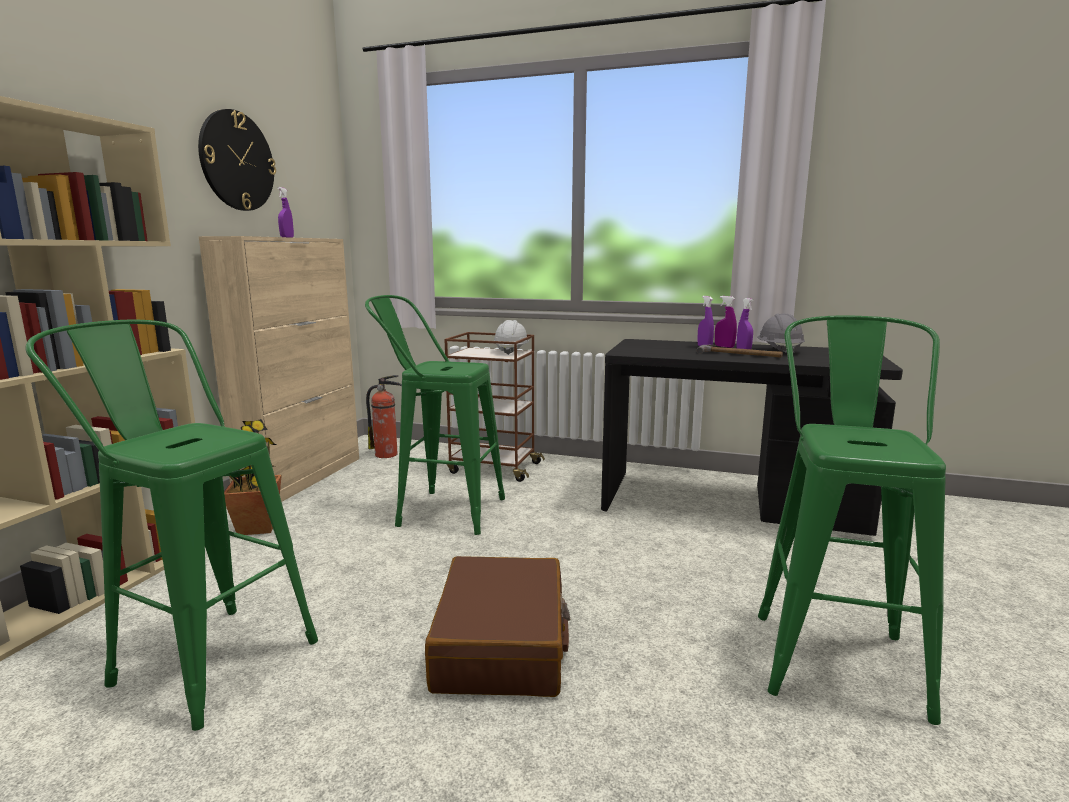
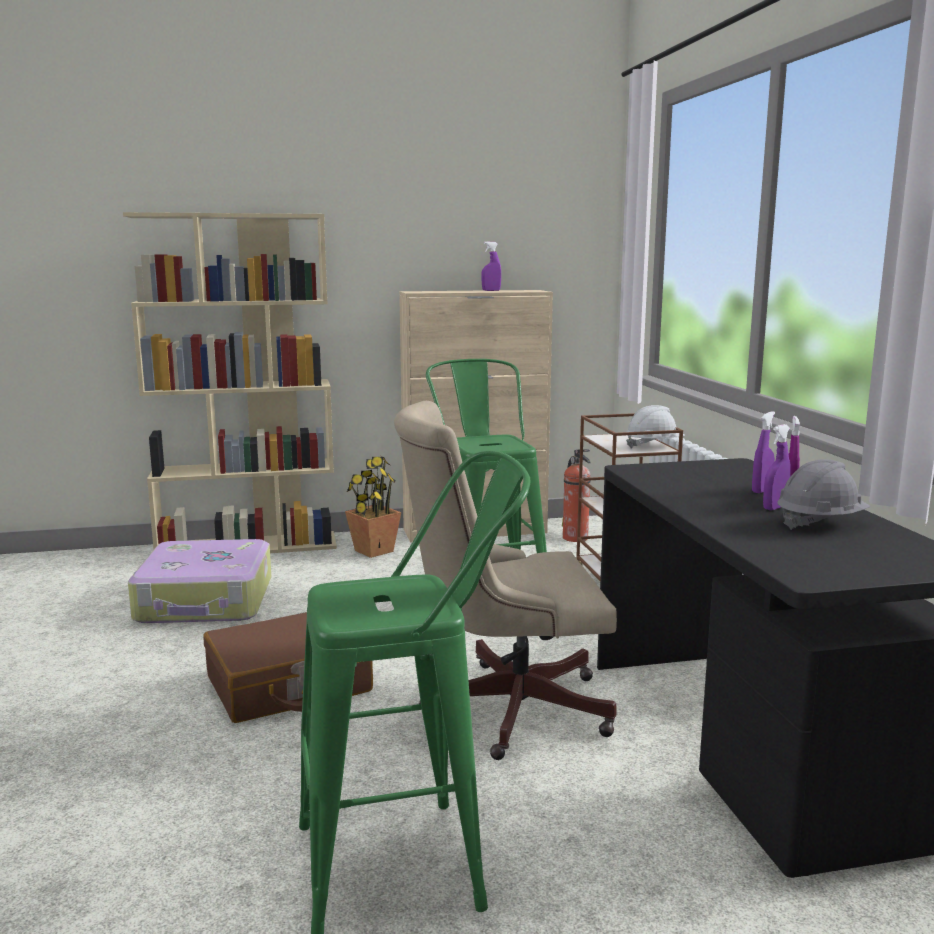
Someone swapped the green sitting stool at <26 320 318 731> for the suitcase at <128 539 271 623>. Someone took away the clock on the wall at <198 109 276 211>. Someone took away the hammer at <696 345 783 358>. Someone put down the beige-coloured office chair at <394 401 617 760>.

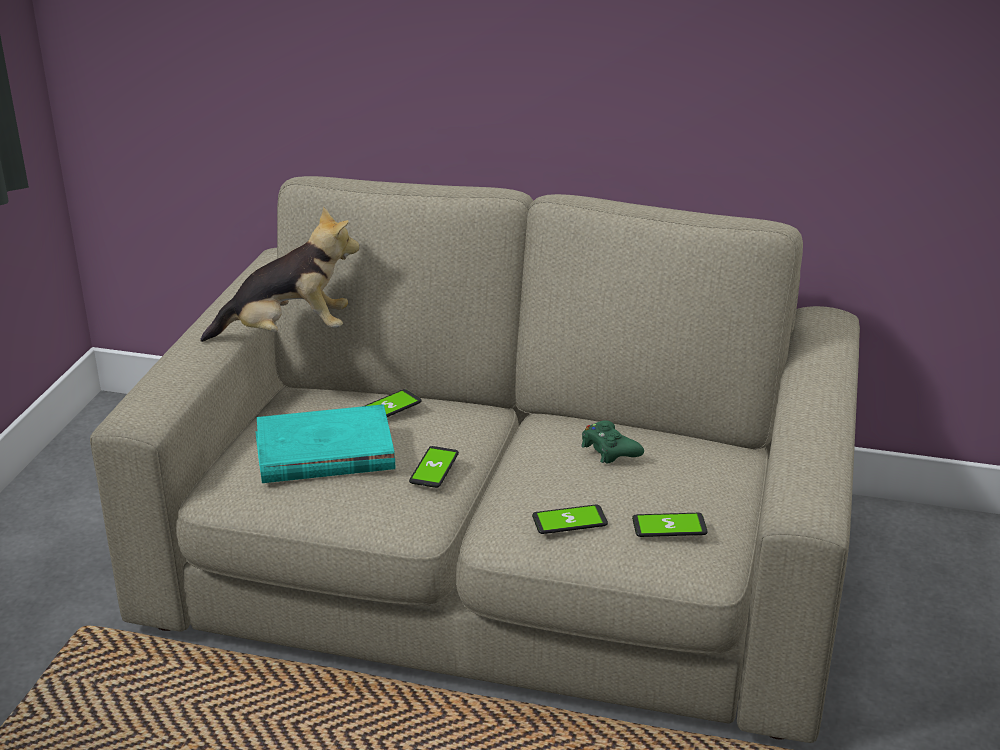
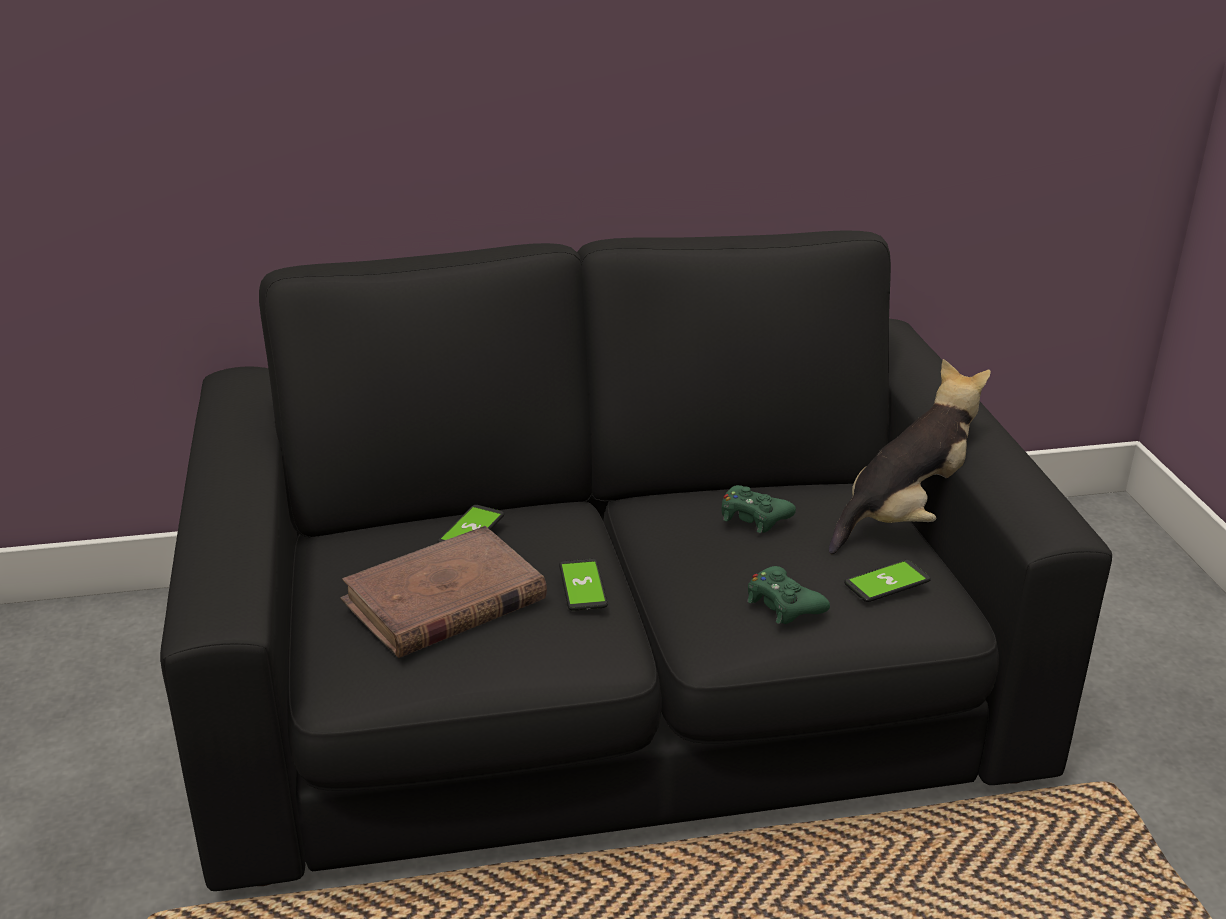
Someone repainted the beige-coloured settee at <90 176 860 743>, which became the black-coloured settee at <160 231 1112 891>. Someone carried the plush toy from <200 206 359 342> to <829 359 991 554>. Someone repainted the blue-green bound book at <255 404 395 483>, which became the brown bound book at <340 526 547 658>. Someone swapped the phone at <532 504 608 534> for the green joypad at <747 566 830 624>.

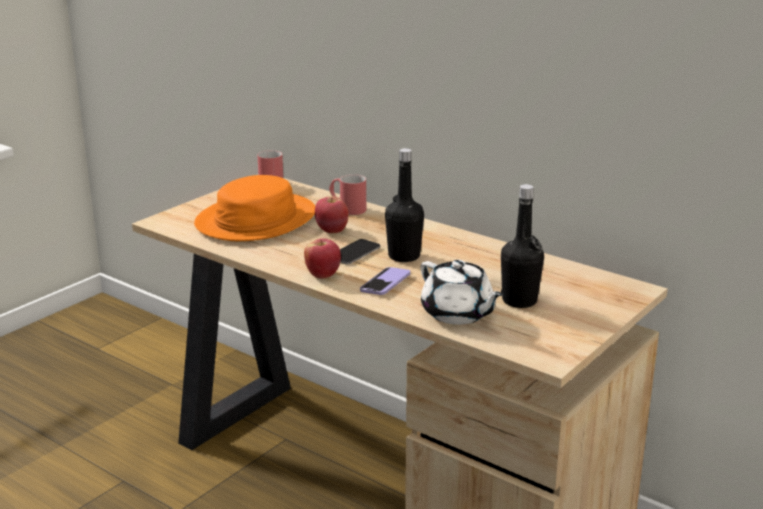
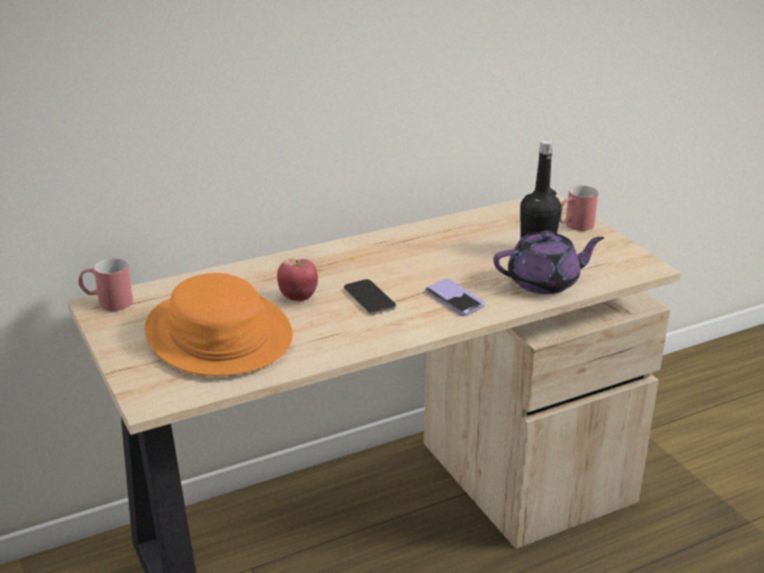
Someone took away the apple at <304 238 341 279>. Someone carried the reddish mug from <329 174 366 215> to <560 185 598 231>. Someone took away the black-coloured drink bottle at <385 148 424 262>. Someone repainted the whitish tea pot at <421 260 504 325>, which became the purple-coloured tea pot at <493 231 604 294>.

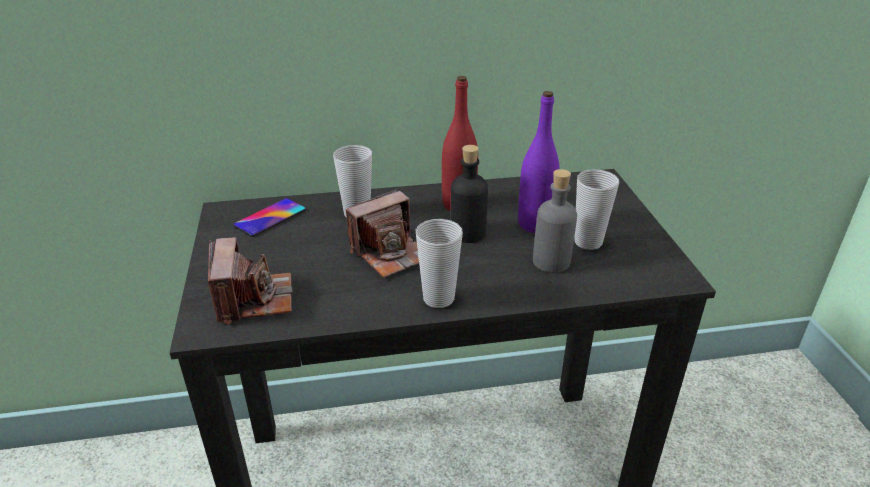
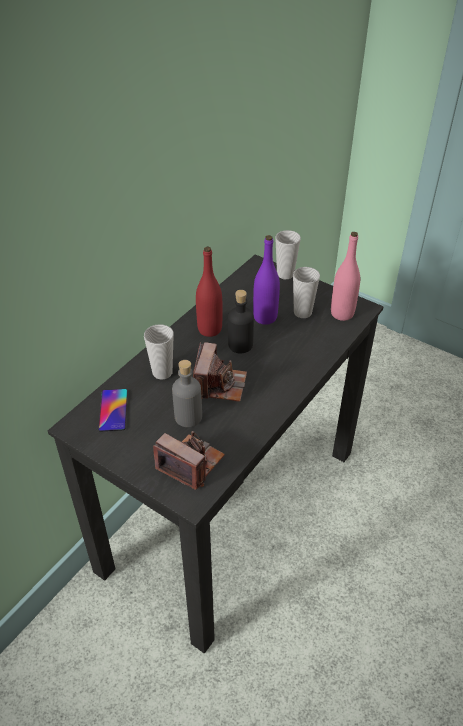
Someone carried the small cup from <416 219 463 308> to <275 230 301 279>. Someone carried the greyish drink bottle from <533 169 577 273> to <172 360 202 427>. Someone put down the pink drink bottle at <331 232 360 321>.

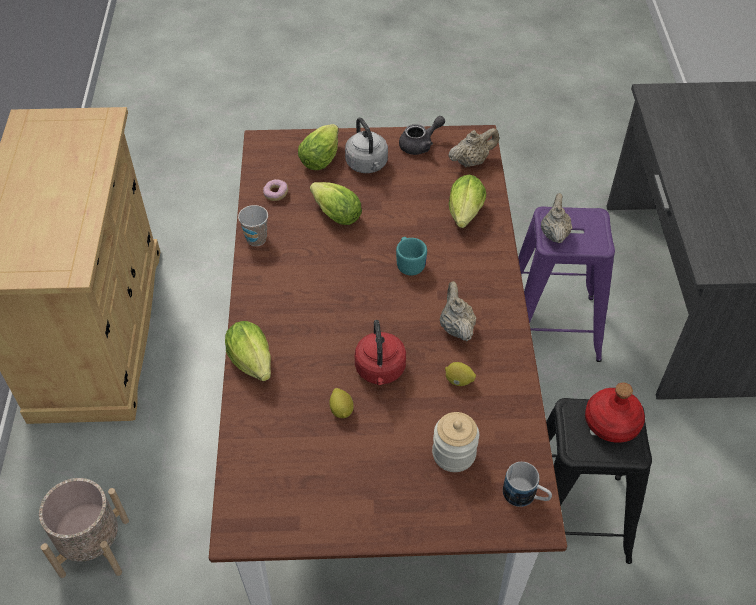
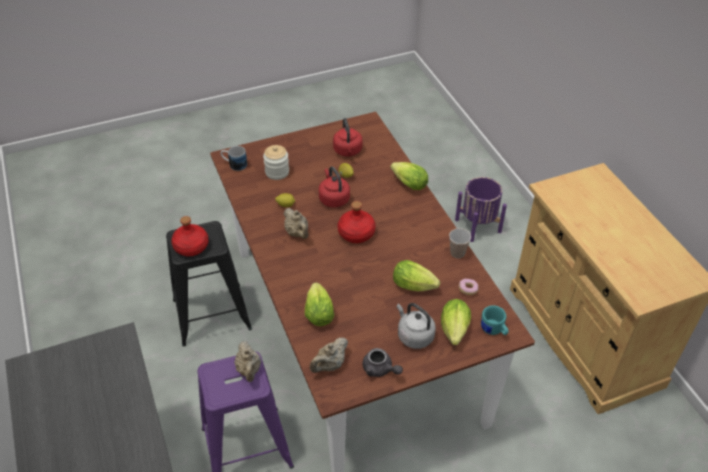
Someone repainted the beige-coloured plant pot at <39 478 129 578>, which became the purple-coloured plant pot at <455 177 507 242>. Someone carried the blue-green mug from <396 237 427 276> to <481 305 509 335>. Someone rotated the greyish tea pot at <399 116 445 155> by 90 degrees counterclockwise. Someone put down the reddish kettle at <333 118 362 157>. Someone put down the reddish drink bottle at <337 201 376 243>.

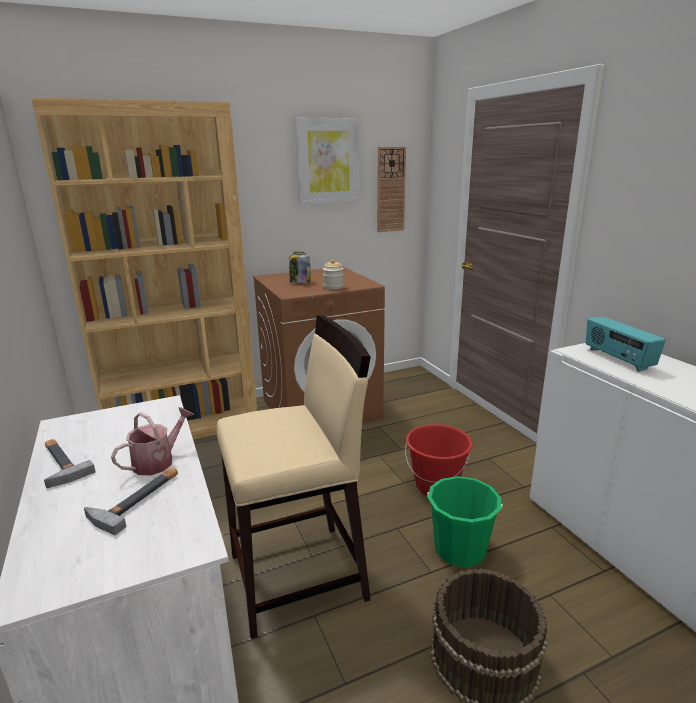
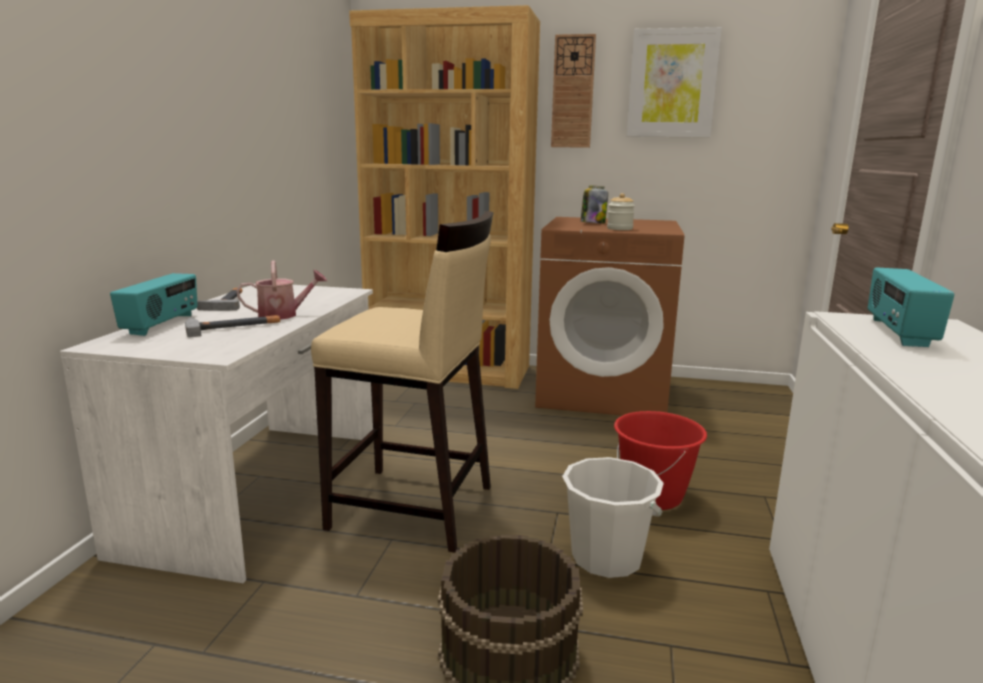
Someone carried the clock on the wall from <377 147 406 232> to <551 34 596 148>. Someone repainted the green water bucket at <427 476 503 568>, which became the whitish water bucket at <562 457 664 578>. Someone put down the radio set at <110 273 198 336>.

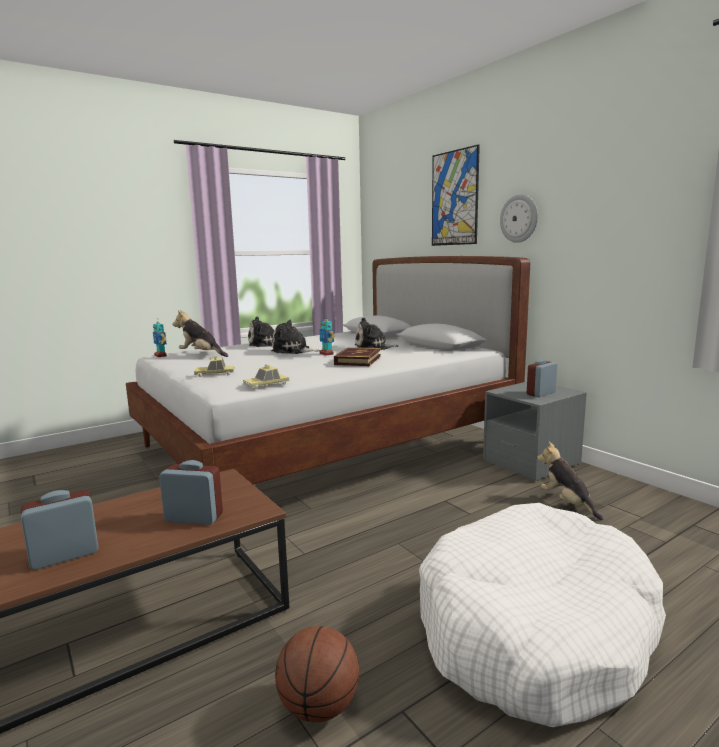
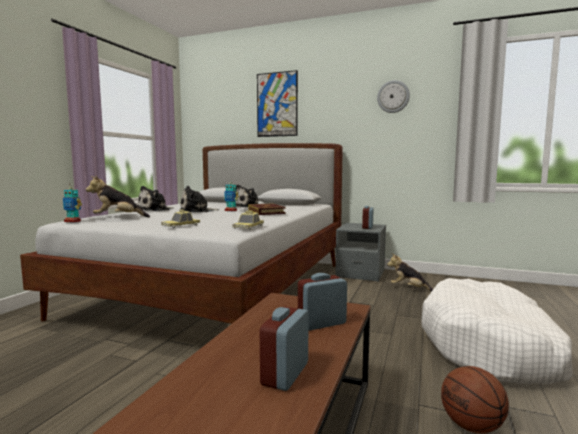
Someone carried the clock on the wall from <500 194 538 243> to <377 80 410 113>.

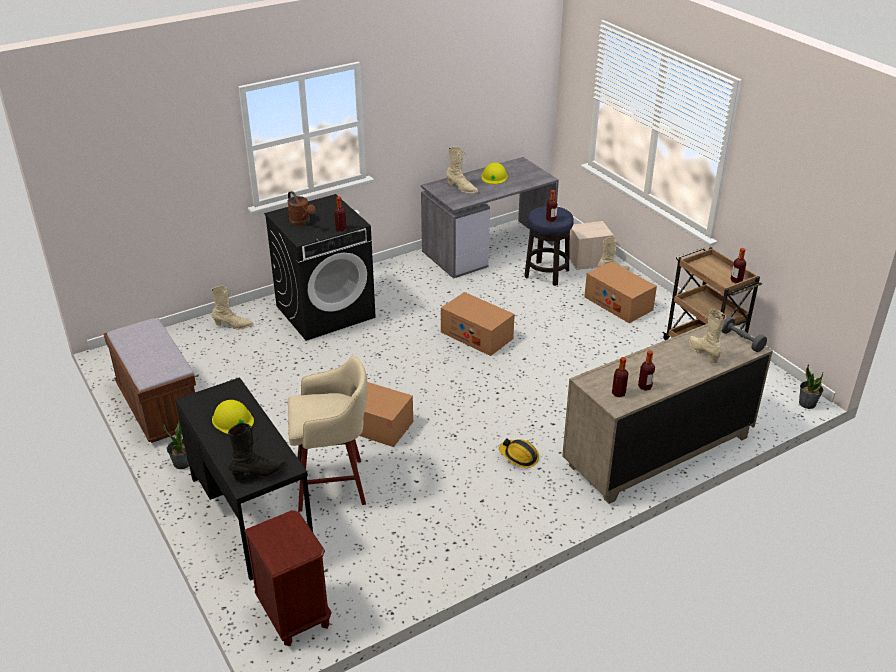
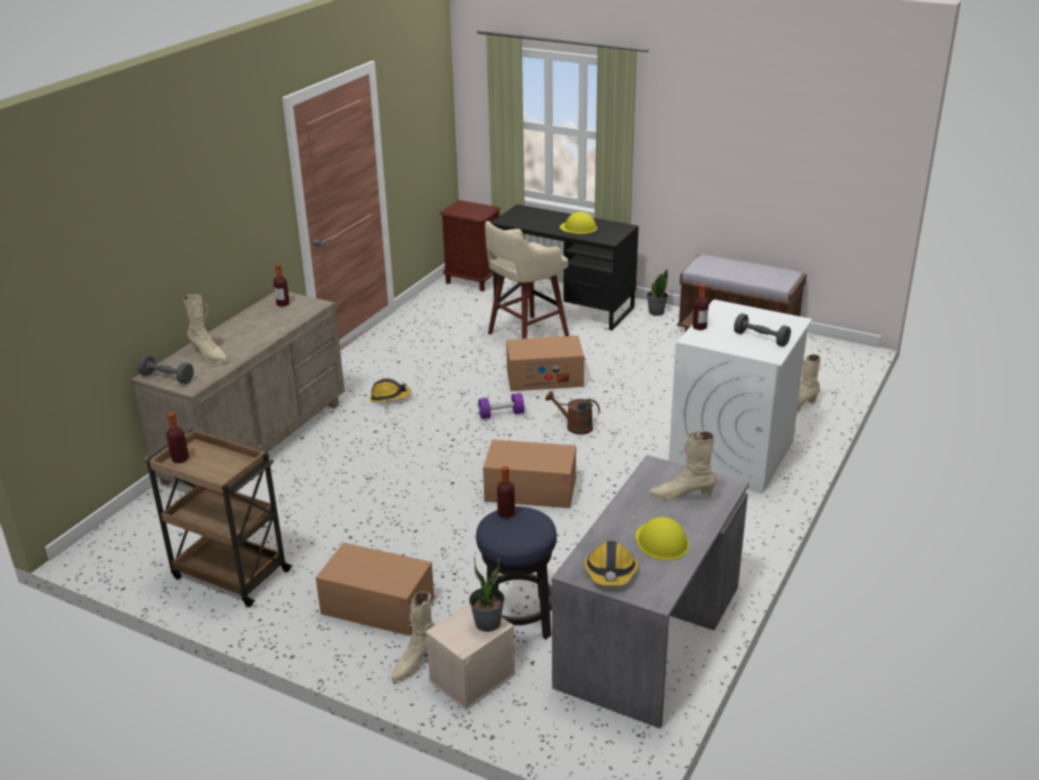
Someone took away the black-coloured high-top boot at <228 423 286 480>. Someone repainted the black-coloured laundry appliance at <264 194 376 341>, which became the whitish laundry appliance at <669 299 812 494>. Someone carried the brown watering pot from <287 191 316 226> to <545 391 600 435>. Someone took away the drink bottle at <638 350 655 391>. Someone carried the houseplant from <799 365 823 409> to <469 557 505 632>. Someone put down the purple-coloured hand weight at <478 393 524 419>. Someone put down the work helmet at <584 541 638 586>. Someone put down the greyish hand weight at <734 313 791 347>.

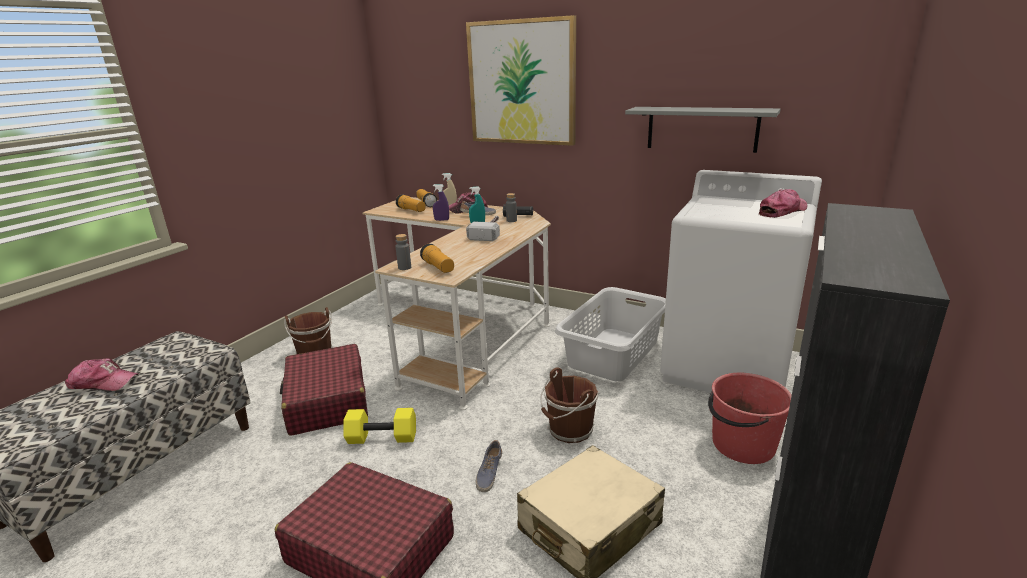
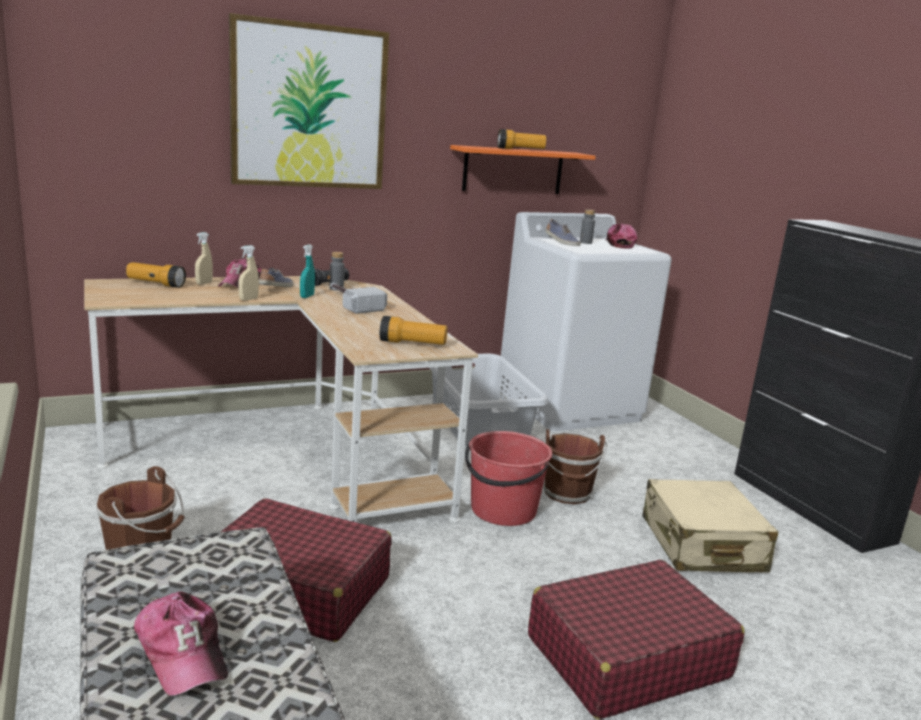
Someone rotated the cap at <65 358 139 391> by 105 degrees clockwise. Someone took away the yellow hand weight at <343 408 416 444>. Someone carried the greyish drink bottle from <395 234 411 270> to <580 210 595 244>. Someone carried the torch from <396 194 425 212> to <497 129 547 149>. Someone repainted the purple-coloured spray bottle at <433 184 449 221>, which became the beige-coloured spray bottle at <238 245 259 301>. Someone carried the shoe from <476 440 502 492> to <545 219 581 246>. Someone repainted the greyish shelf at <625 107 781 153>, which became the orange-coloured shelf at <450 145 596 194>. Someone carried the reddish water bucket from <708 373 792 464> to <465 431 552 526>.

